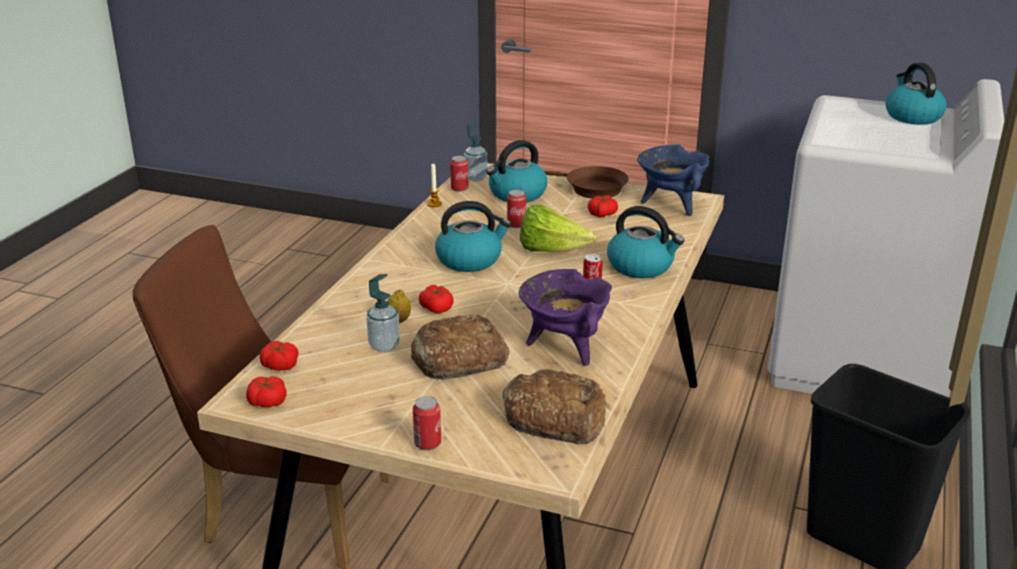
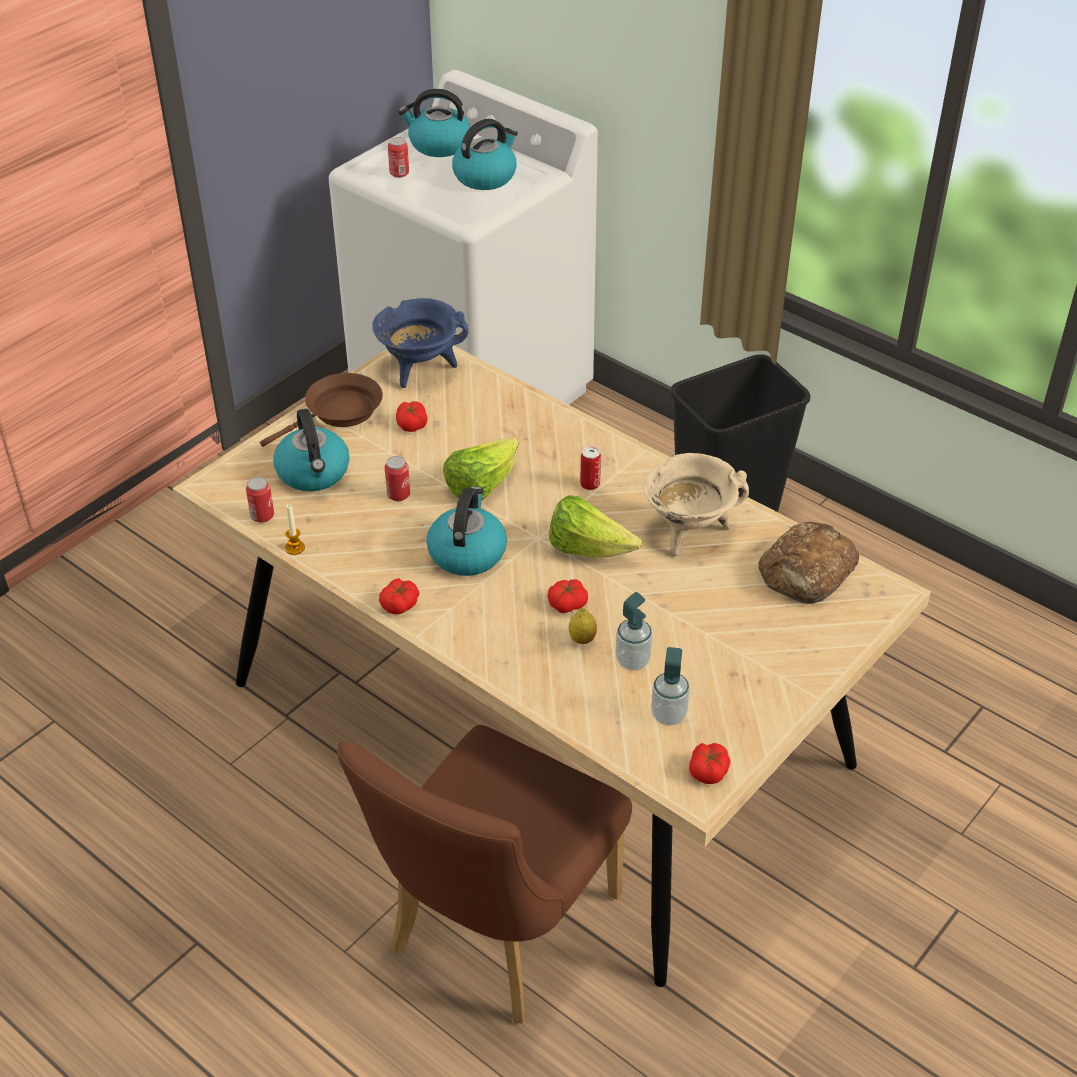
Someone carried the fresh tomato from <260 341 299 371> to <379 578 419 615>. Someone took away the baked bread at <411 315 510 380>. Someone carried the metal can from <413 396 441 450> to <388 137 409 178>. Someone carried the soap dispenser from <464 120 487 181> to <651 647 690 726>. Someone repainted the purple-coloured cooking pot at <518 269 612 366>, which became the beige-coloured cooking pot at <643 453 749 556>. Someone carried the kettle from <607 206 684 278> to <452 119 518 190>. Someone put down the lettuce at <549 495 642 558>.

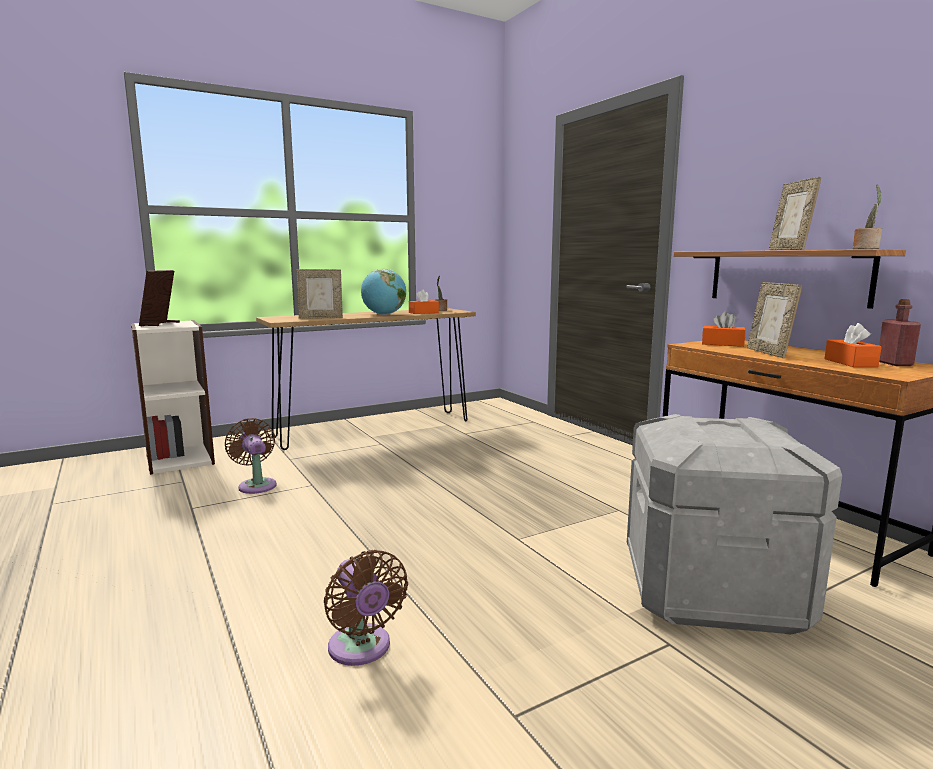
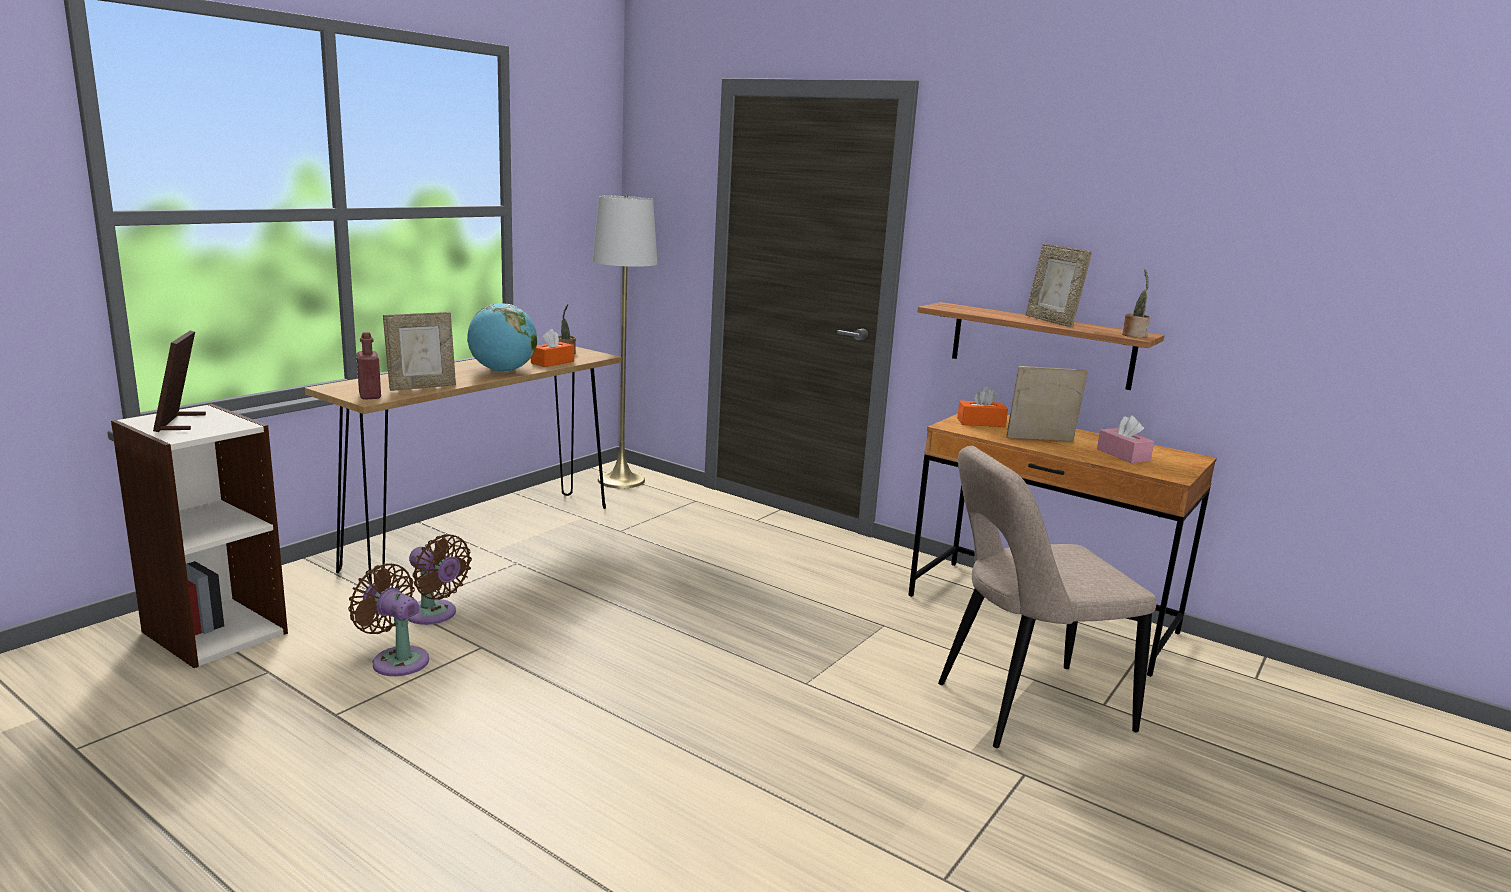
Someone carried the brown cooling fan from <324 550 408 666> to <408 534 472 625>. Someone swapped the greyish storage bin at <627 414 842 635> for the beige-coloured upright chair at <938 446 1156 748>. Someone rotated the standing frame at <747 282 802 358> by 120 degrees clockwise. Someone repainted the orange-coloured tissue box at <825 323 882 367>, which became the pink tissue box at <1097 415 1154 463>. Someone carried the reddish drink bottle from <879 299 921 366> to <357 332 381 400>. Someone put down the whitish standard lamp at <592 195 658 488>.

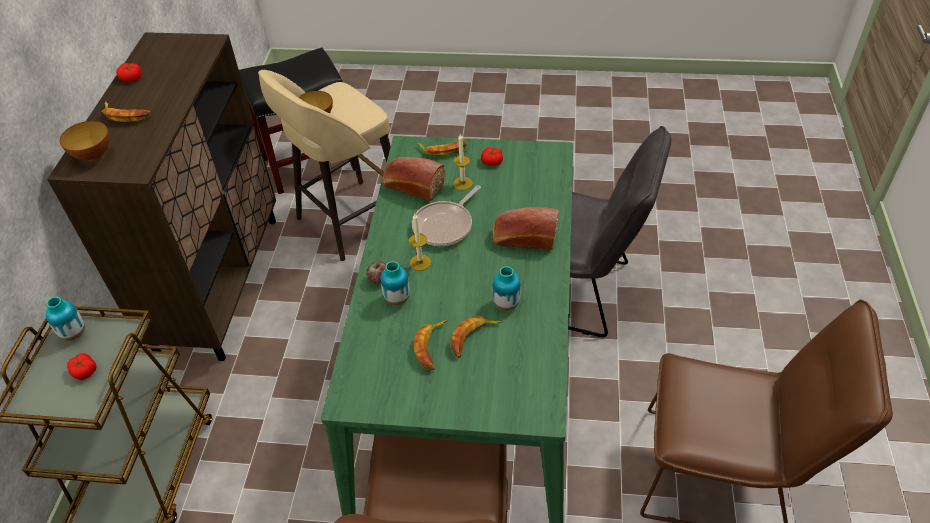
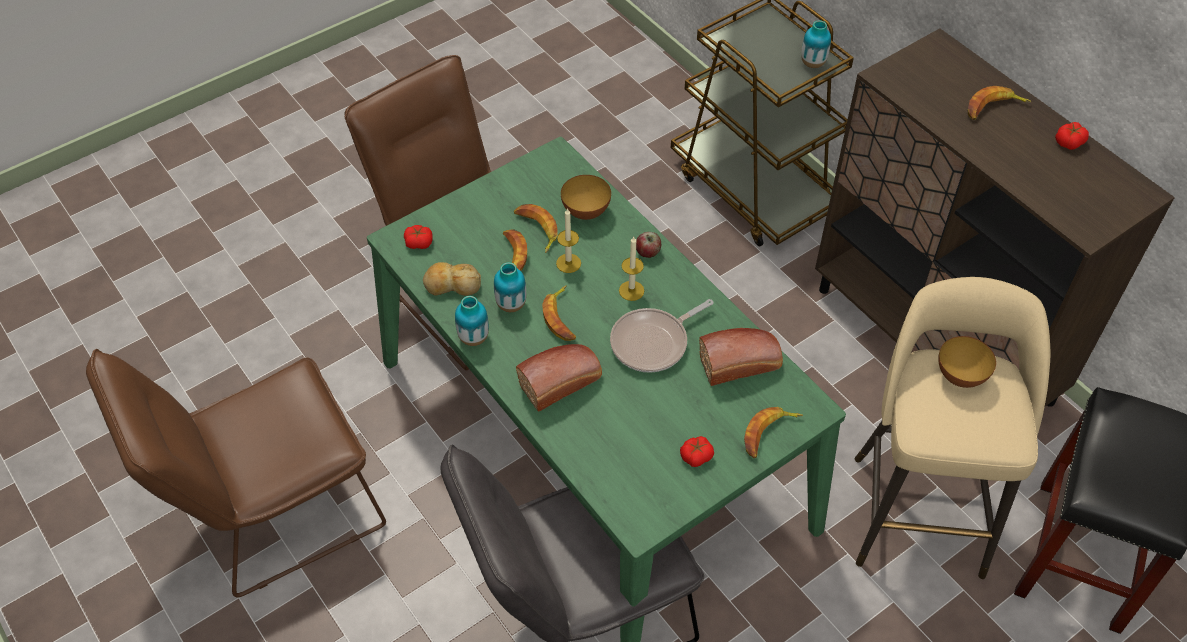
Someone carried the serving bowl from <60 121 109 161> to <561 175 611 220>. Someone carried the fresh tomato from <67 353 96 380> to <404 225 433 249>. Someone carried the flower vase from <381 261 410 305> to <455 296 489 346>. Someone rotated the pan at <412 185 481 246> by 120 degrees counterclockwise. Someone carried the wax candle from <453 134 473 190> to <556 208 581 273>. Someone put down the baked bread at <423 262 481 296>. Someone put down the whole banana at <542 285 576 341>.

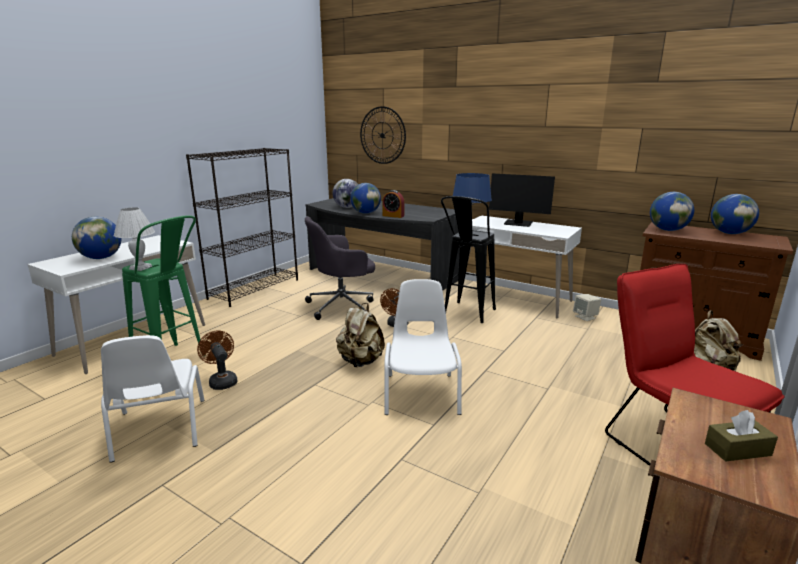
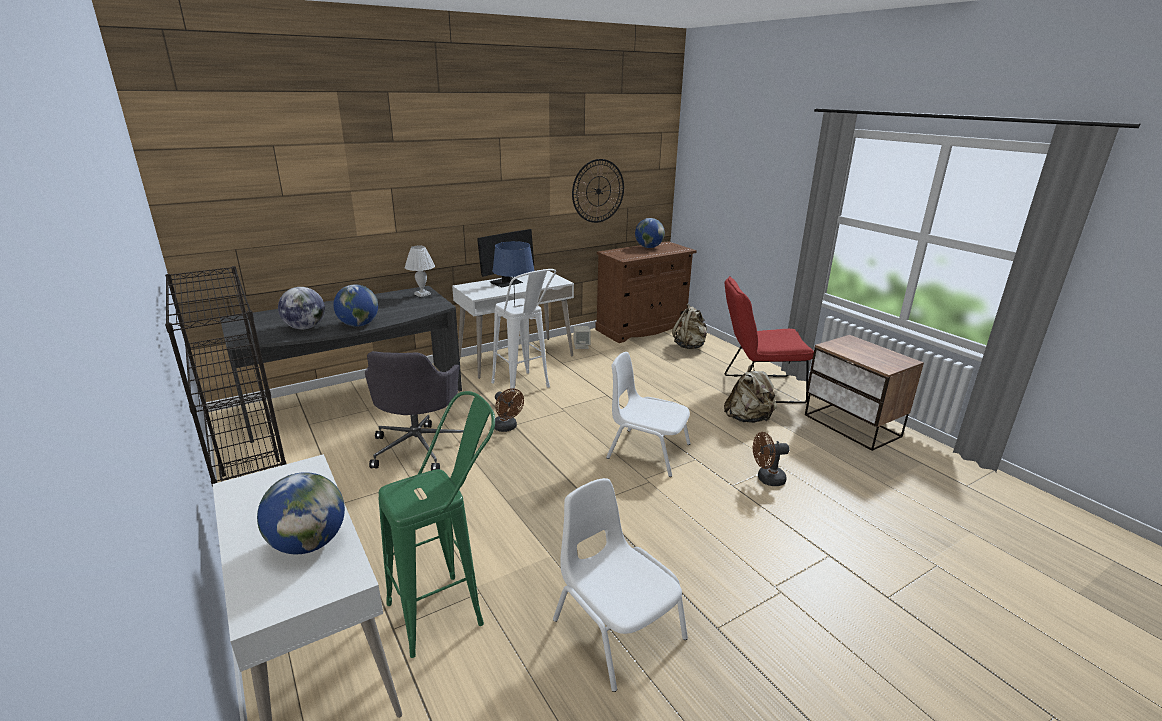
Someone rotated the whitish upright chair at <101 335 204 463> by 135 degrees counterclockwise. Someone carried the whitish tabletop lamp from <114 208 155 271> to <405 246 435 297>. Someone carried the brown cooling fan from <197 331 237 390> to <753 432 790 486>. Someone carried the beige-coloured rucksack from <336 303 385 367> to <724 364 777 423>. Someone carried the clock on the wall from <360 106 406 164> to <572 159 624 223>. Someone took away the alarm clock at <382 190 404 218>. Someone repainted the black-coloured sitting stool at <441 196 496 323>, which became the whitish sitting stool at <491 269 556 391>. Someone took away the world globe at <650 192 694 231>. Someone took away the brown tissue box at <705 410 778 462>.

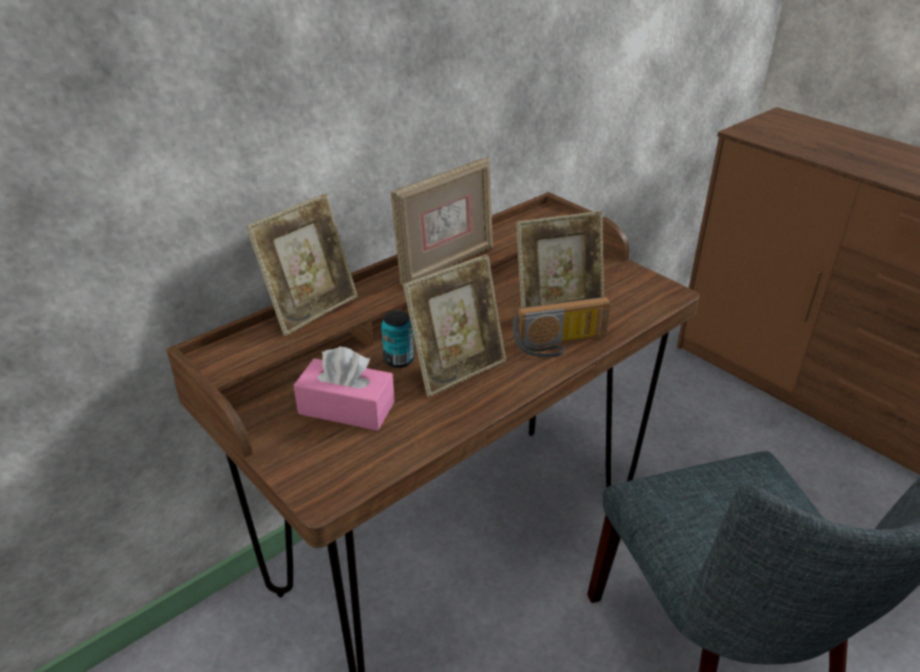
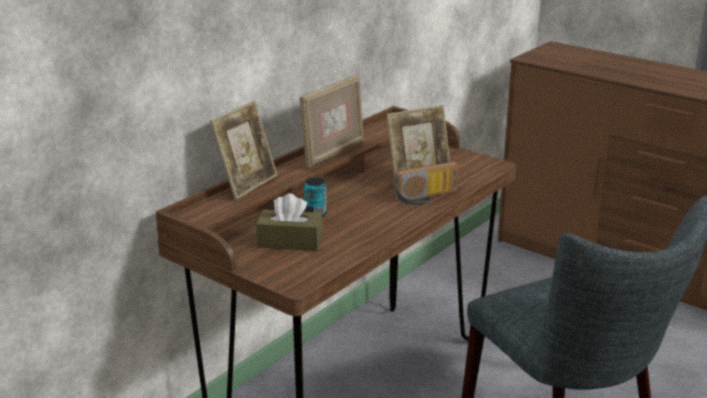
Someone repainted the pink tissue box at <294 347 395 431>, which became the brown tissue box at <256 193 323 251>. Someone took away the standing frame at <403 254 506 397>.

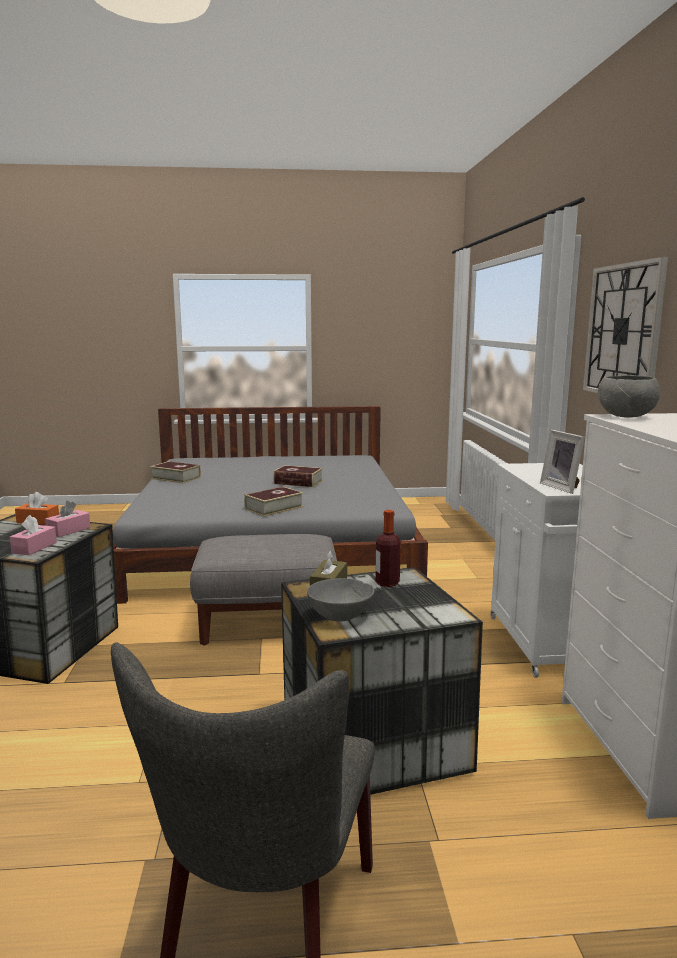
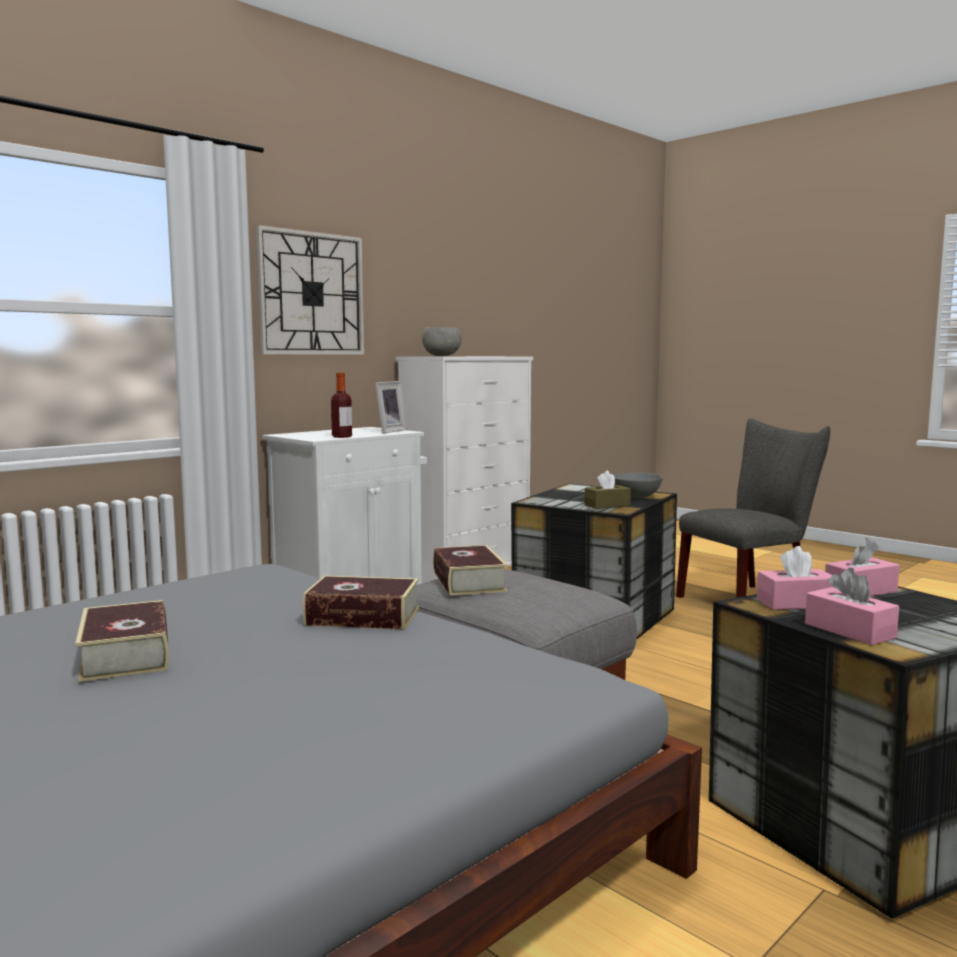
Someone repainted the orange-coloured tissue box at <15 492 59 525>, which became the pink tissue box at <805 568 899 645>. Someone carried the bound book from <150 461 201 483> to <433 545 508 596>. Someone carried the drink bottle from <376 510 401 587> to <331 373 352 438>.

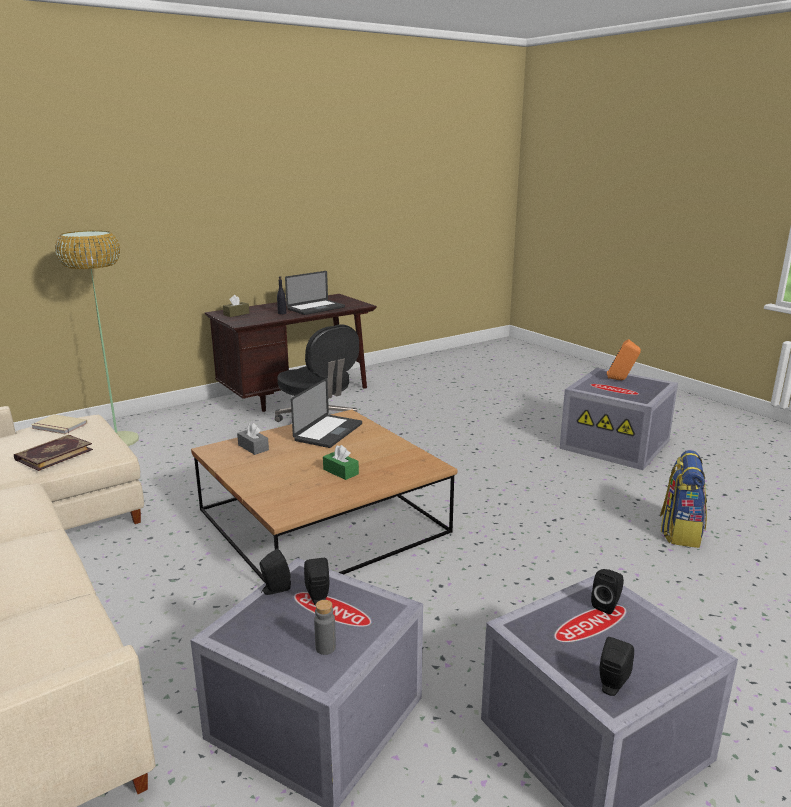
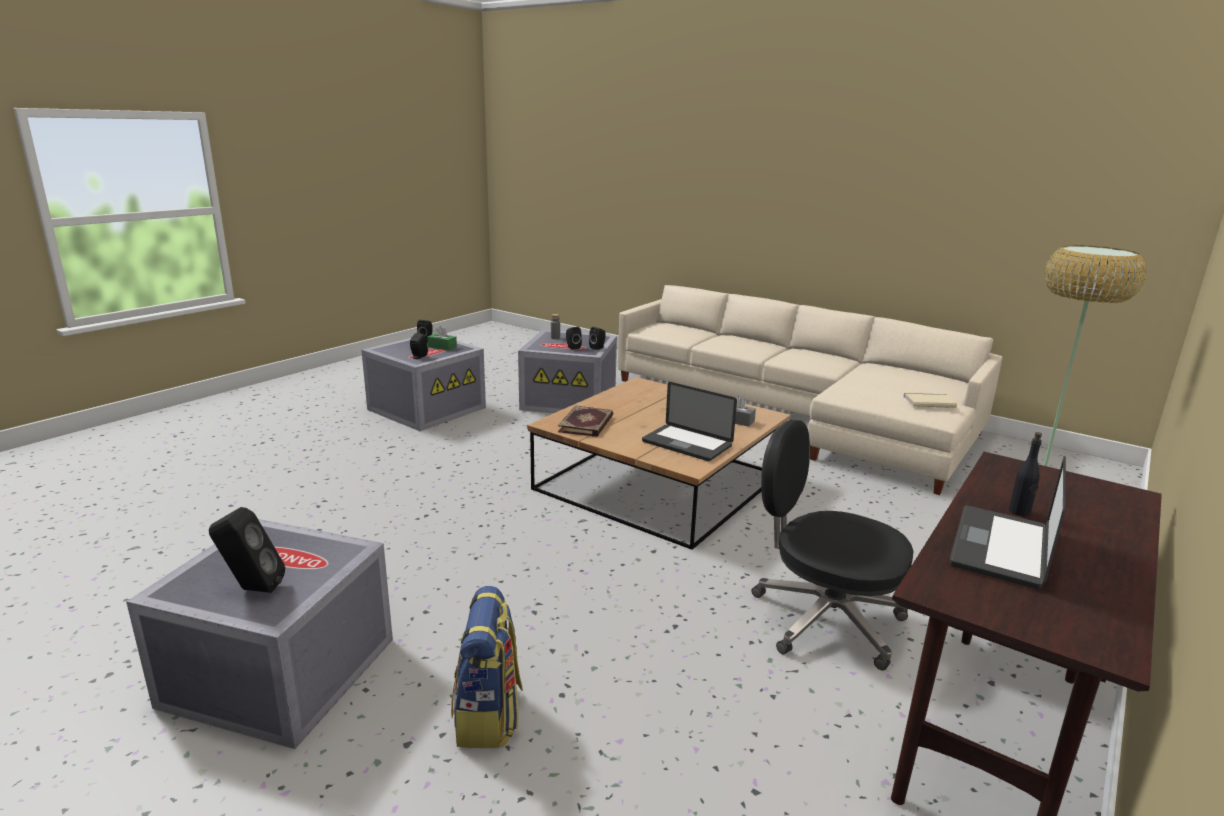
Someone carried the bound book from <14 435 93 471> to <558 405 613 437>. Someone took away the brown tissue box at <223 295 249 317>. Someone rotated the laptop at <291 378 362 448> by 60 degrees counterclockwise. Someone carried the green tissue box from <323 445 359 480> to <427 326 457 351>. Someone repainted the orange-coloured loudspeaker at <607 339 641 380>, which became the black-coloured loudspeaker at <209 507 285 593>. Someone carried the rucksack from <660 450 707 548> to <451 586 523 748>.

